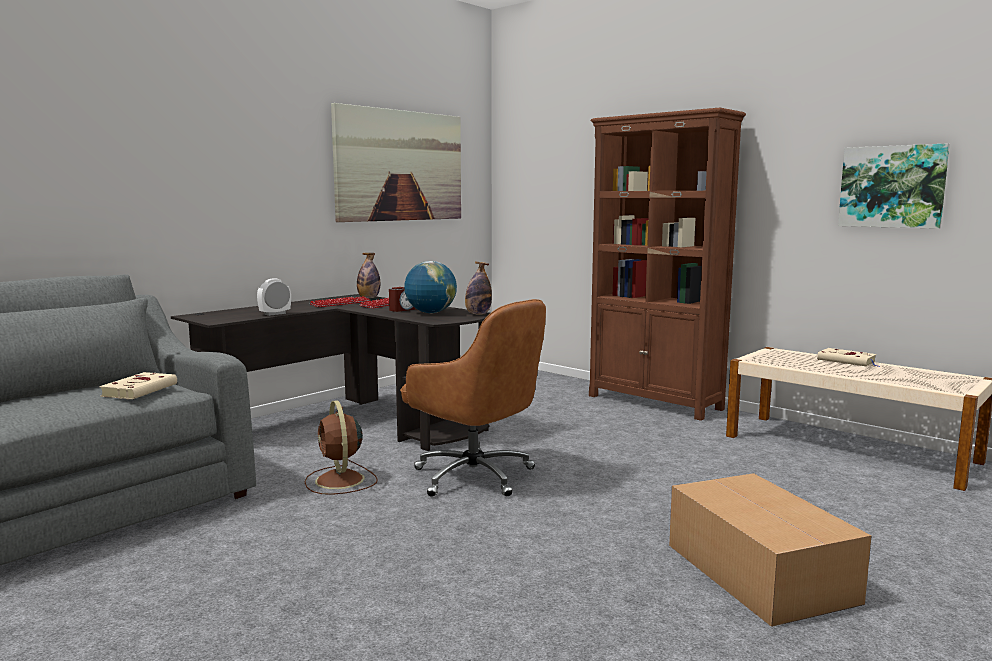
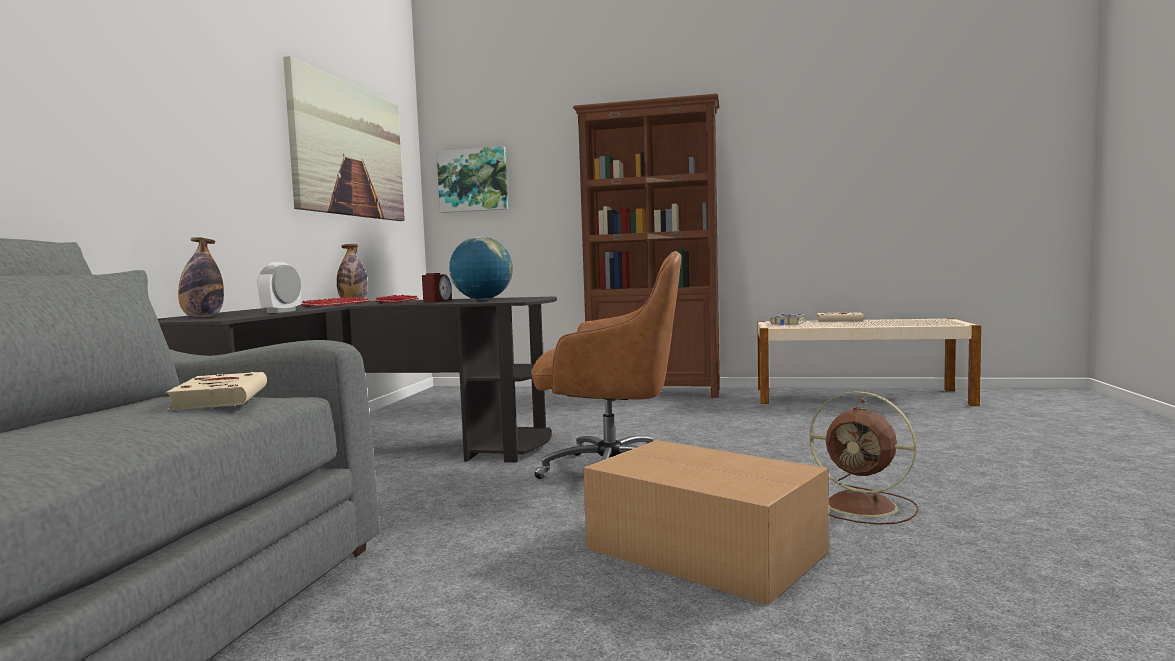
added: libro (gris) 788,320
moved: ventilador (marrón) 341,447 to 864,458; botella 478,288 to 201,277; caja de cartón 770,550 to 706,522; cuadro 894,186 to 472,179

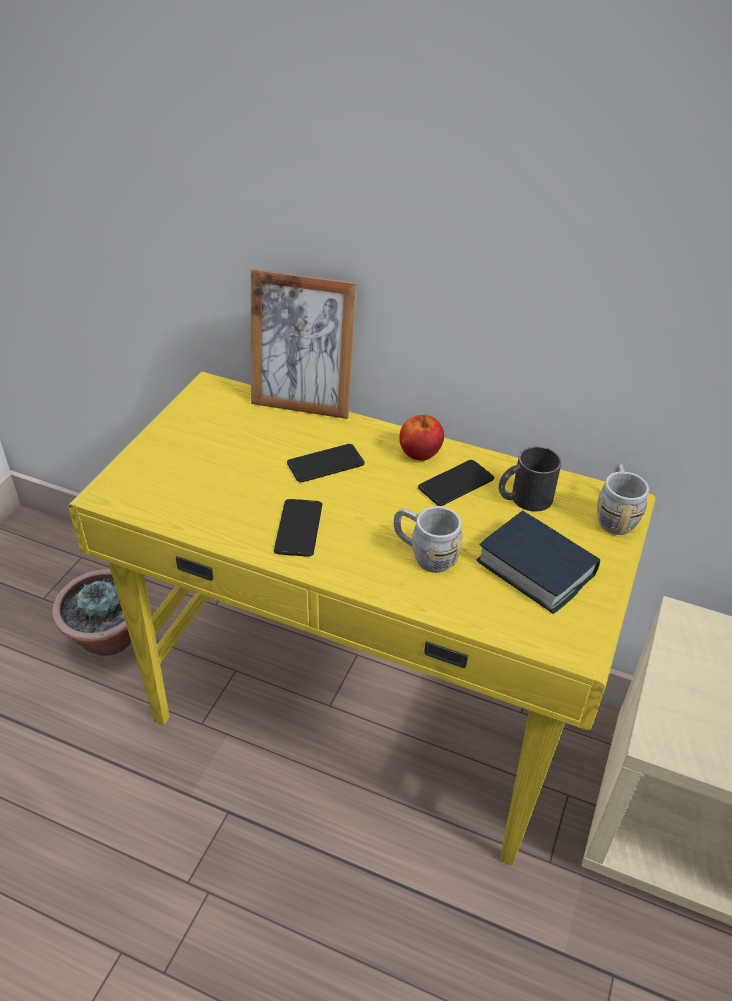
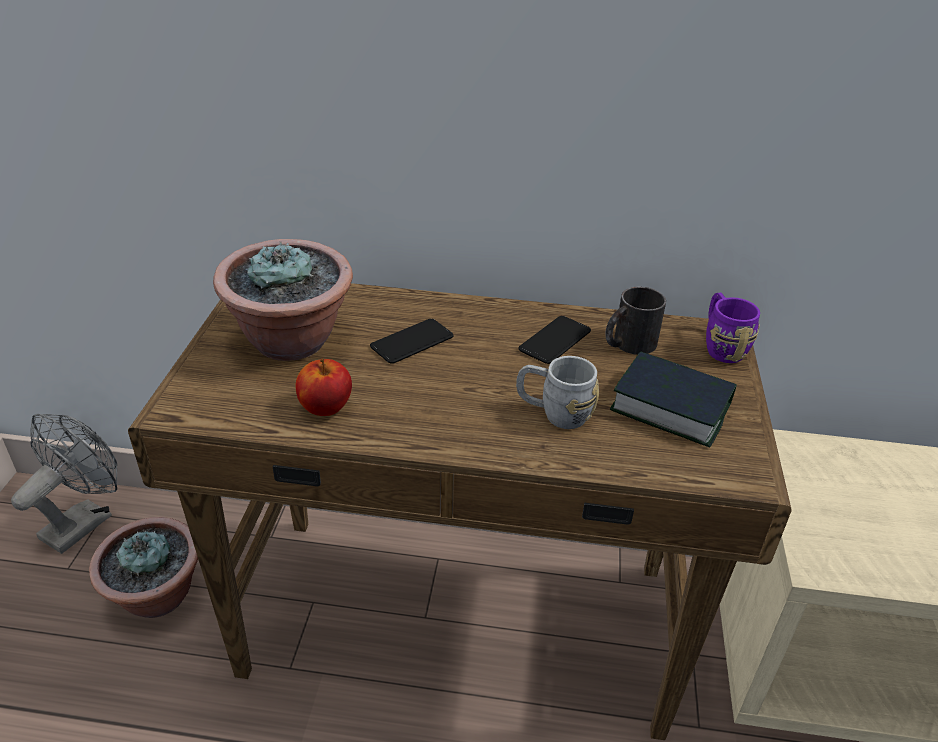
removed: portarretratos 304,344; móvil 298,528
added: ventilador (gris) 64,484; planta en maceta 283,300
moved: manzana 421,438 to 324,387
recoloured: mesa consola (amarillo) 362,619 to mesa consola (marrón) 460,511; taza grande (gris) 623,499 to taza grande (morado) 733,328

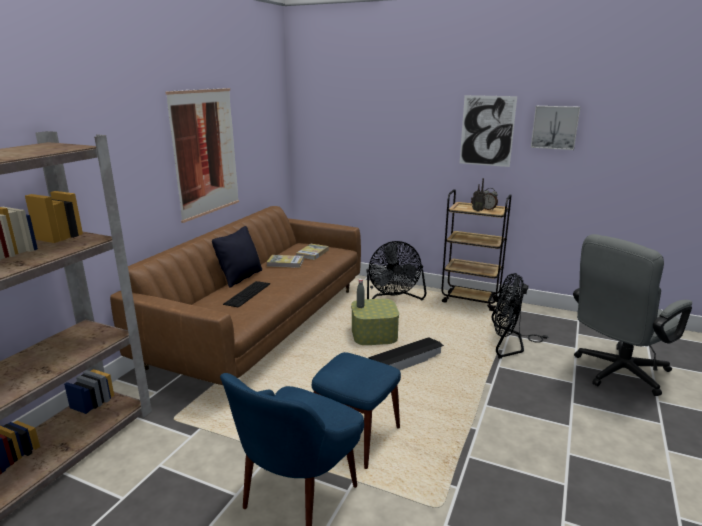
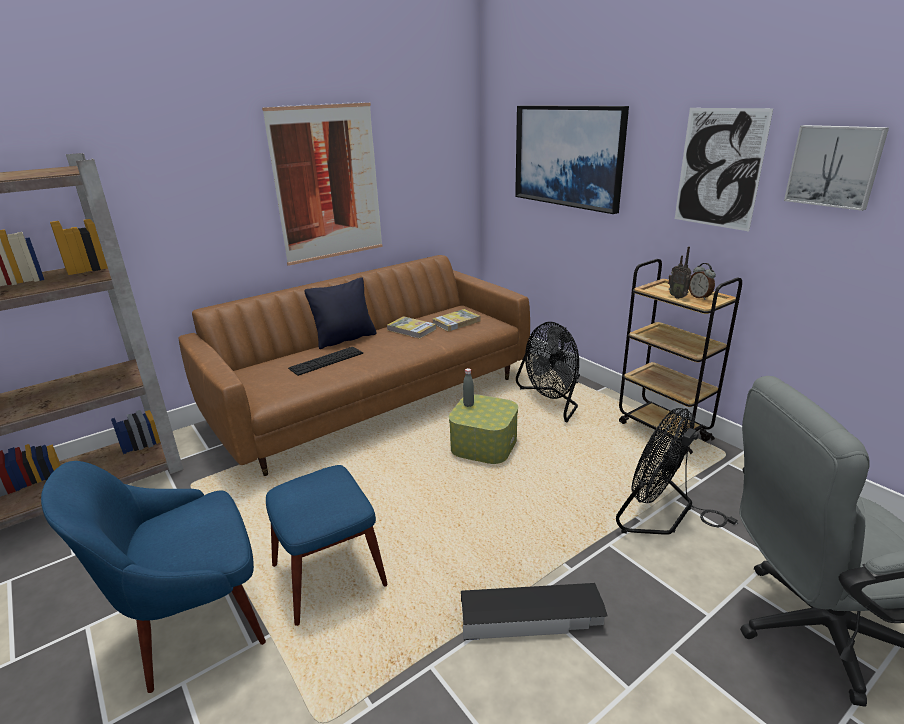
added: cuadro 572,159
moved: caja de almacenaje (negro) 406,354 to 534,611
turned: ventilador (negro) 396,270 = 548,372 45 degrees clockwise

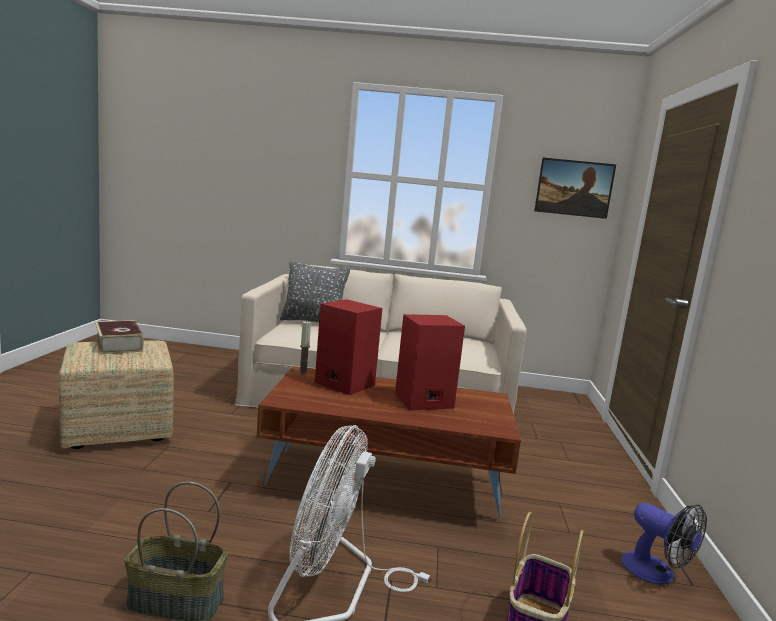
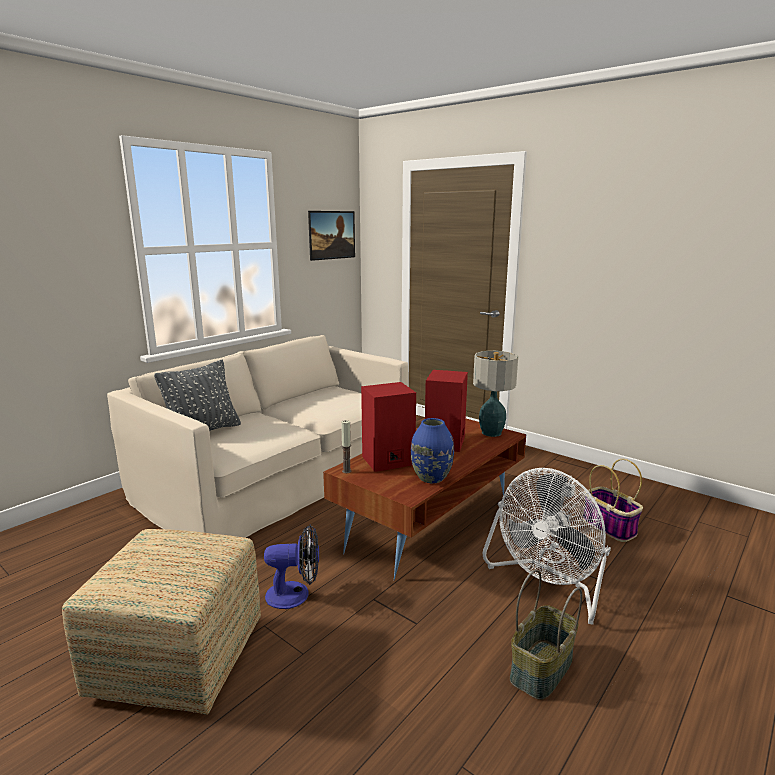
removed: libro 119,337
added: florero (azul) 432,450; lámpara de mesa 495,394
moved: ventilador 664,544 to 291,567

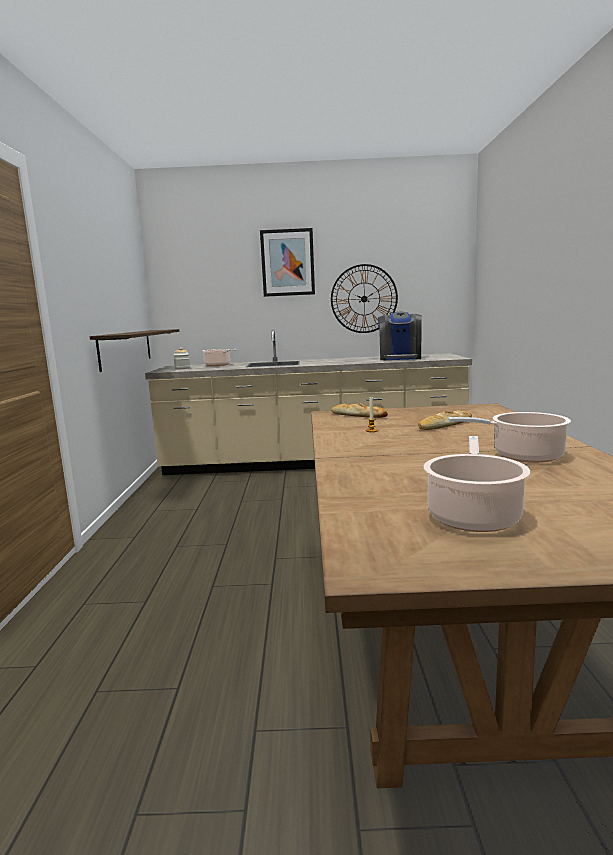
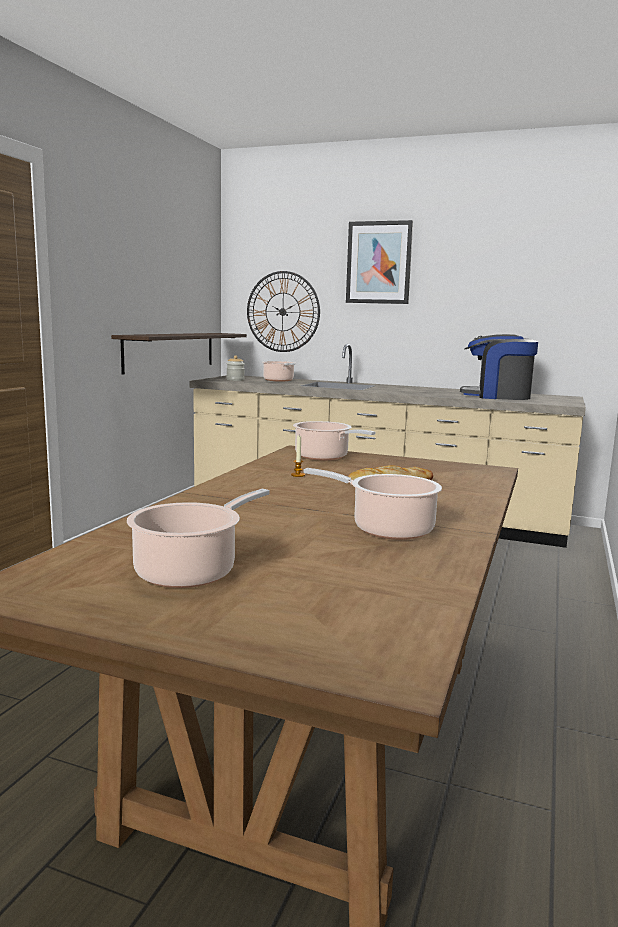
moved: reloj de pared 364,298 to 283,311
replaced: pan 359,411 to olla 334,440
turned: cafetera 400,335 = 499,367 75 degrees clockwise

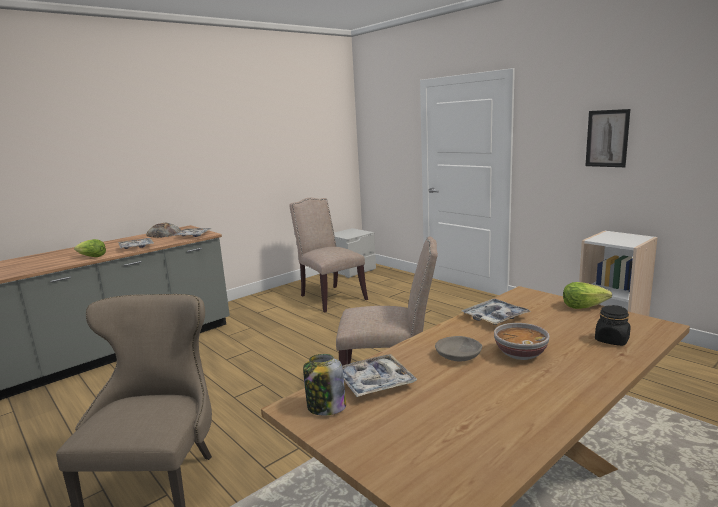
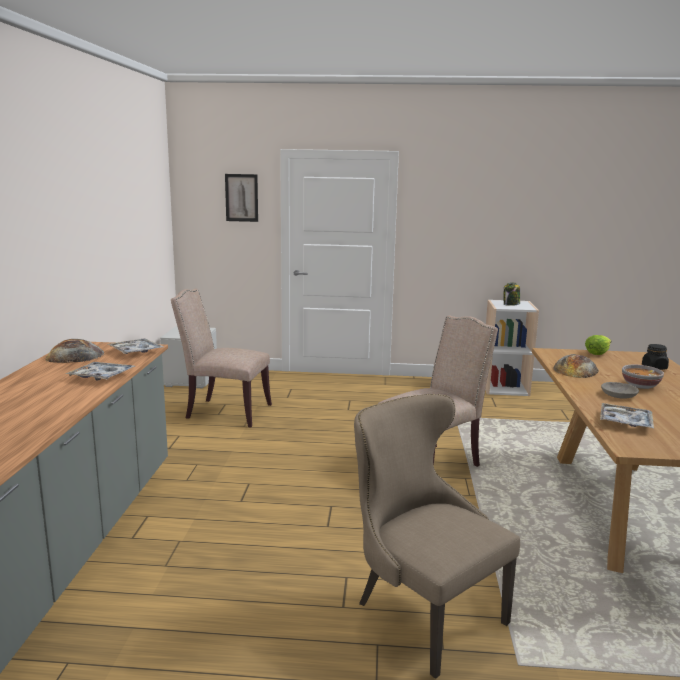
removed: lechuga 90,248
moved: tarro 324,384 to 512,294; cuadro 607,138 to 241,198
replaced: bandeja 496,312 to pan 576,366

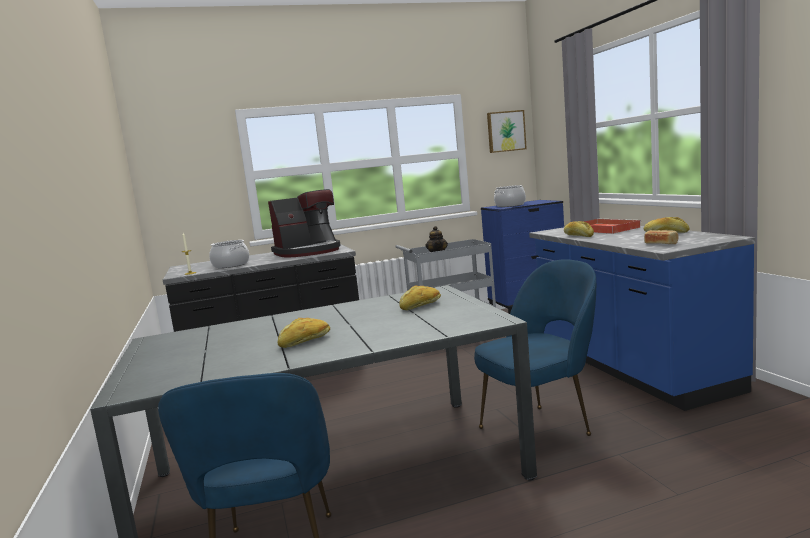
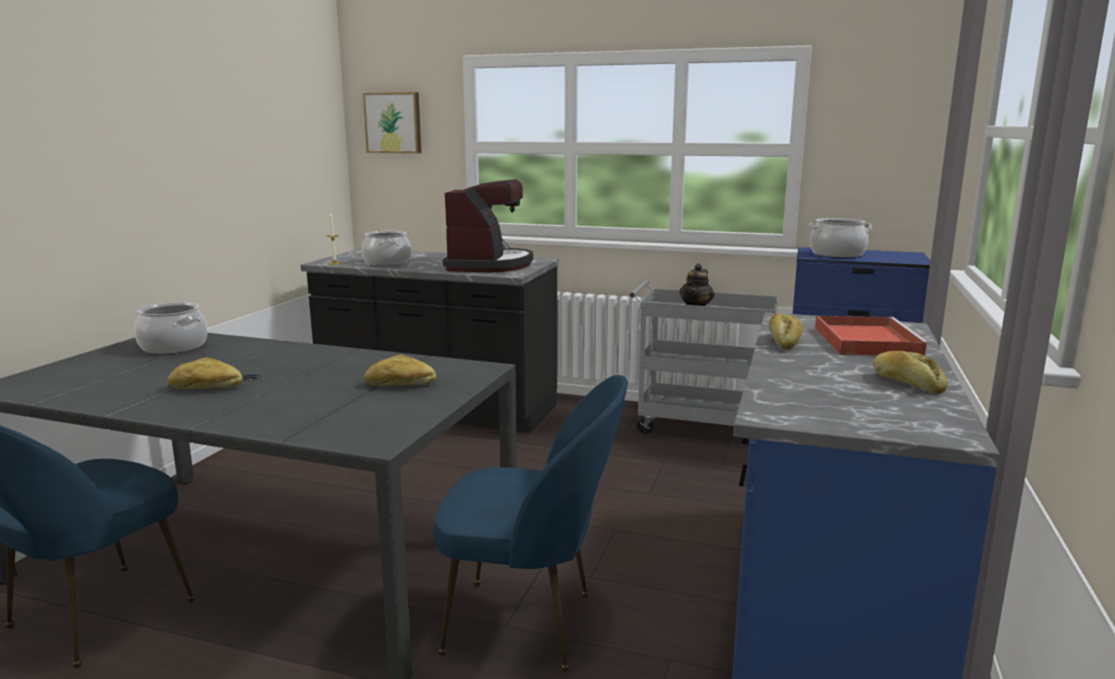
removed: pan 661,237
added: olla 171,328
moved: cuadro 507,131 to 392,122
turned: cafetera 304,223 = 488,226 90 degrees counterclockwise

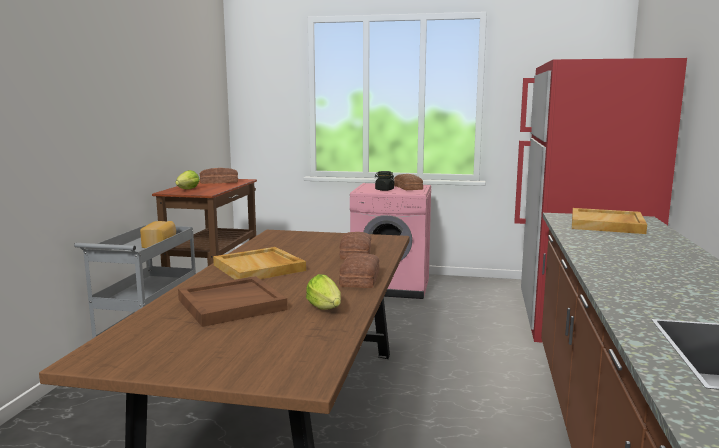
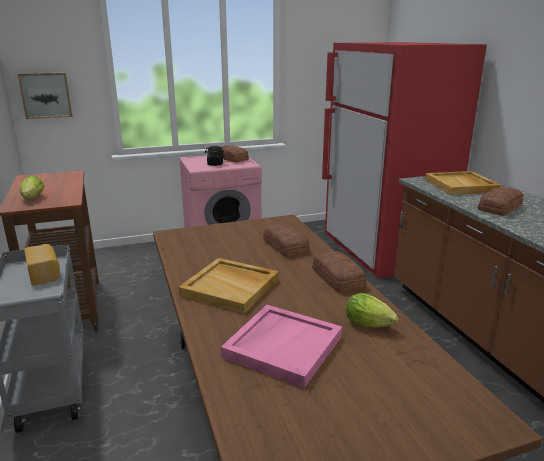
added: cuadro 45,96
moved: pan 218,176 to 500,201
recoloured: bandeja (marrón) 232,301 to bandeja (rosa) 281,346

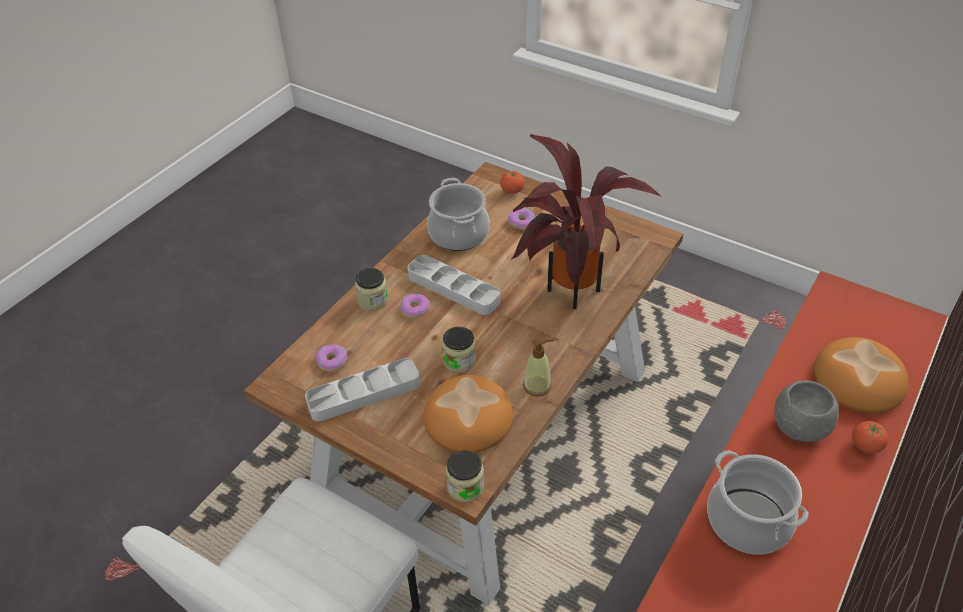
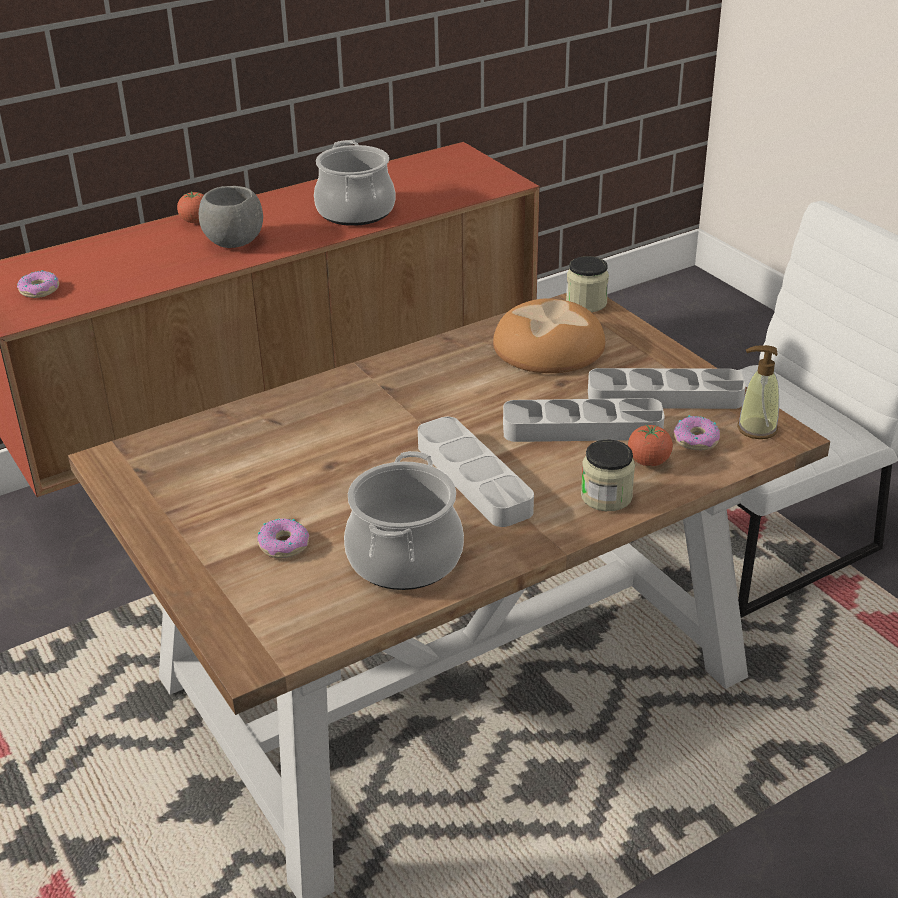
removed: tarro 459,350; planta en maceta 586,221; pan 861,375
added: bandeja (gris) 584,420
moved: rosquilla 415,306 to 38,284; tomate 512,182 to 650,445; dispensador de jabón 538,366 to 758,392

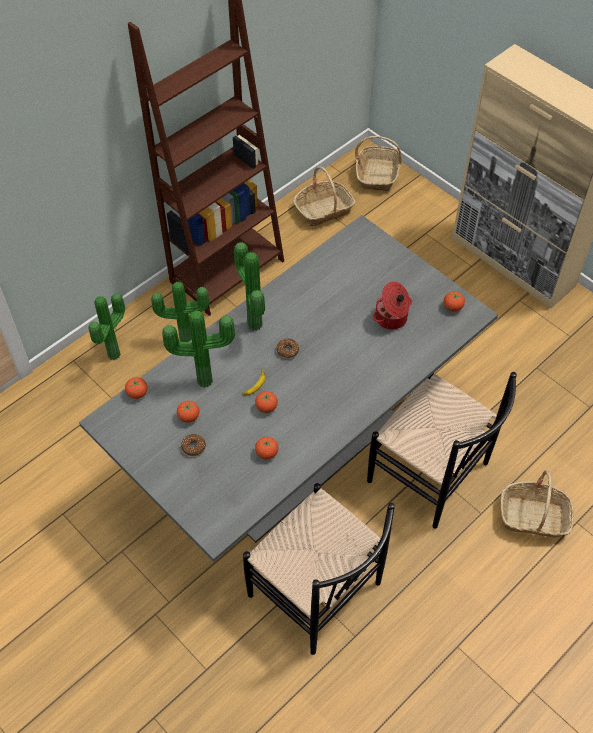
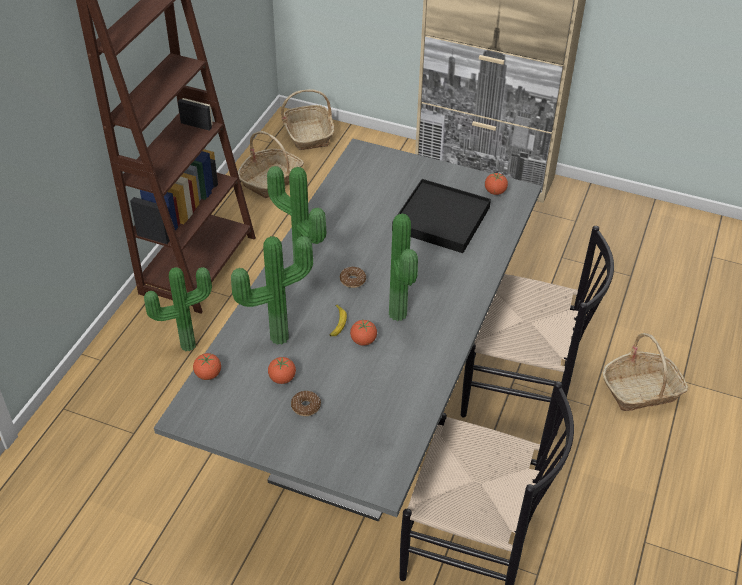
removed: tomate 266,448
moved: planta en maceta 106,326 to 403,267
replaced: olla 392,305 to bandeja (negro) 441,216

